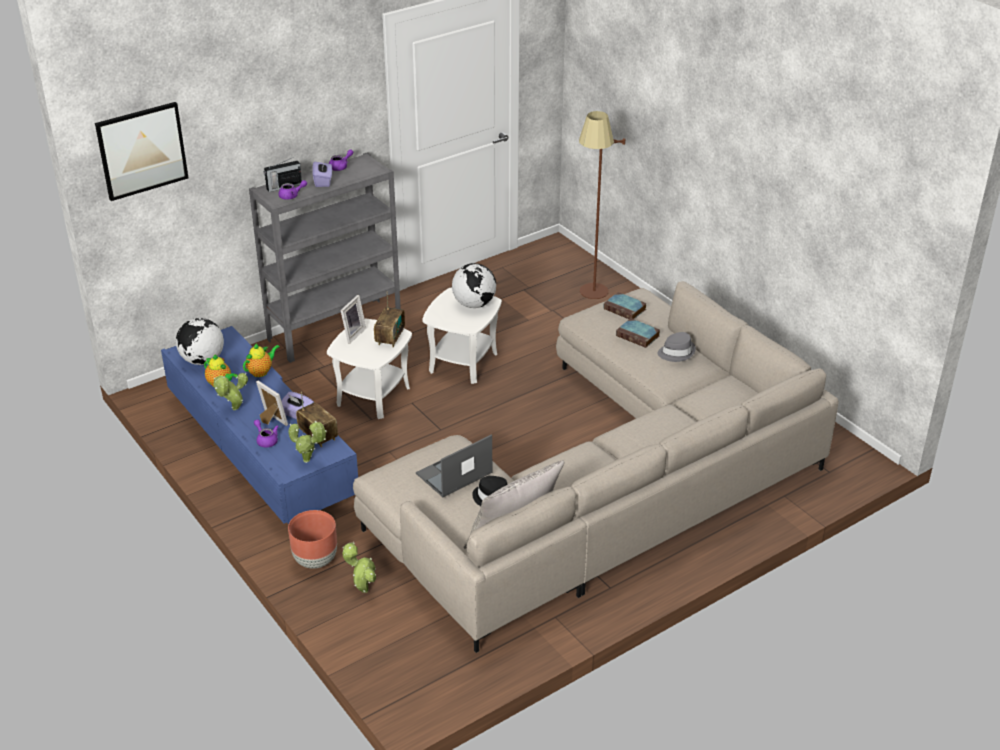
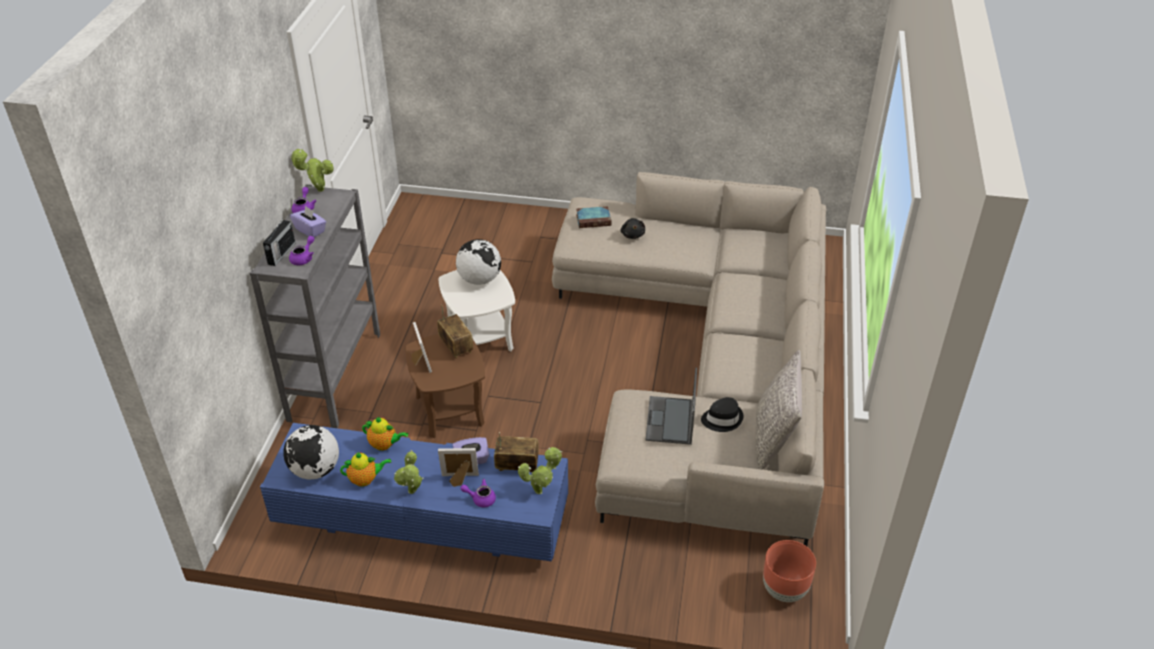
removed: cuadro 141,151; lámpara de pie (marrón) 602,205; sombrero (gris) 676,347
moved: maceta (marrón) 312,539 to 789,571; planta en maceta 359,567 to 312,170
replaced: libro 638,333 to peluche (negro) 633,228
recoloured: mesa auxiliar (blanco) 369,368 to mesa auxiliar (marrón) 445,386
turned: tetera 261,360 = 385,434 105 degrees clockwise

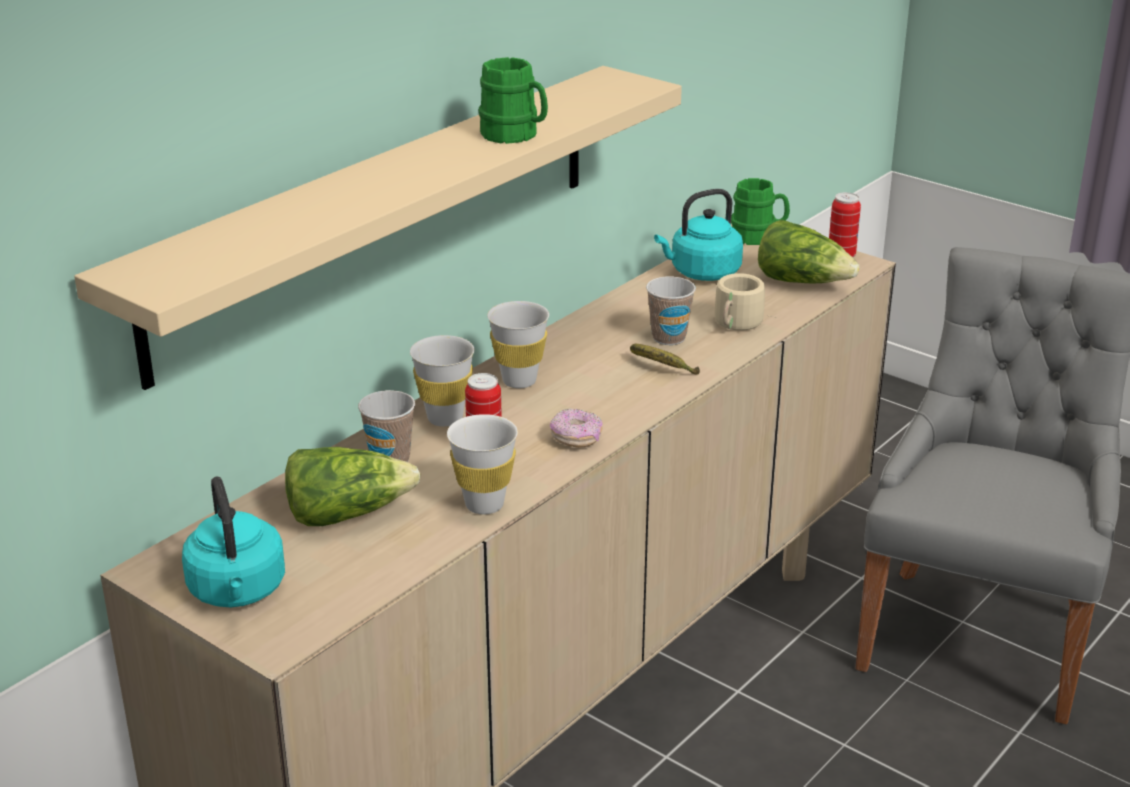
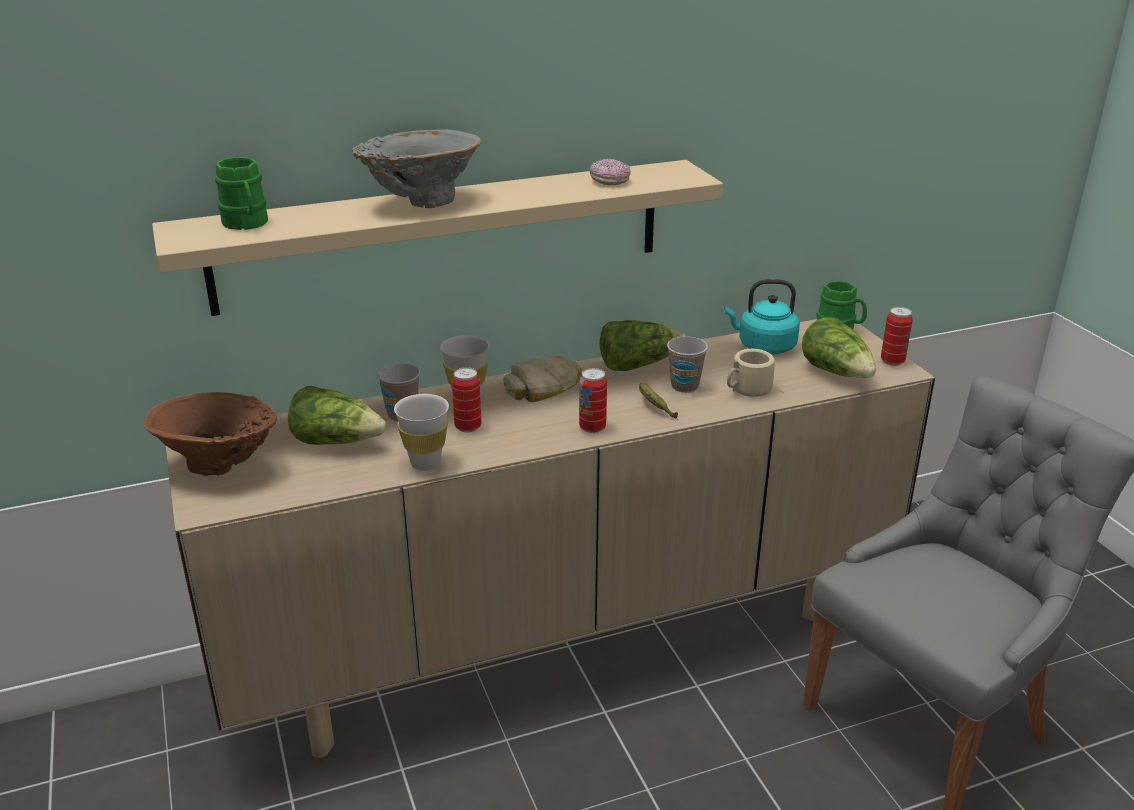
added: florero (gris) 416,168; lata 593,400; lechuga 642,345
moved: taza grande (verde) 513,100 to 241,193; rosquilla 576,428 to 610,171
replaced: hervidor (turquesa) 233,541 to florero (marrón) 210,434; taza (blanco) 518,344 to pan 542,379

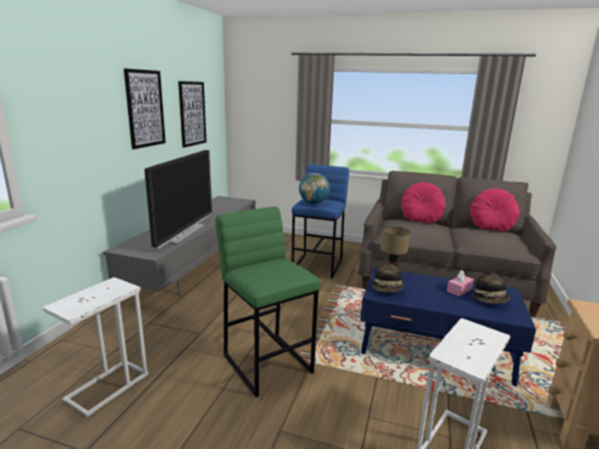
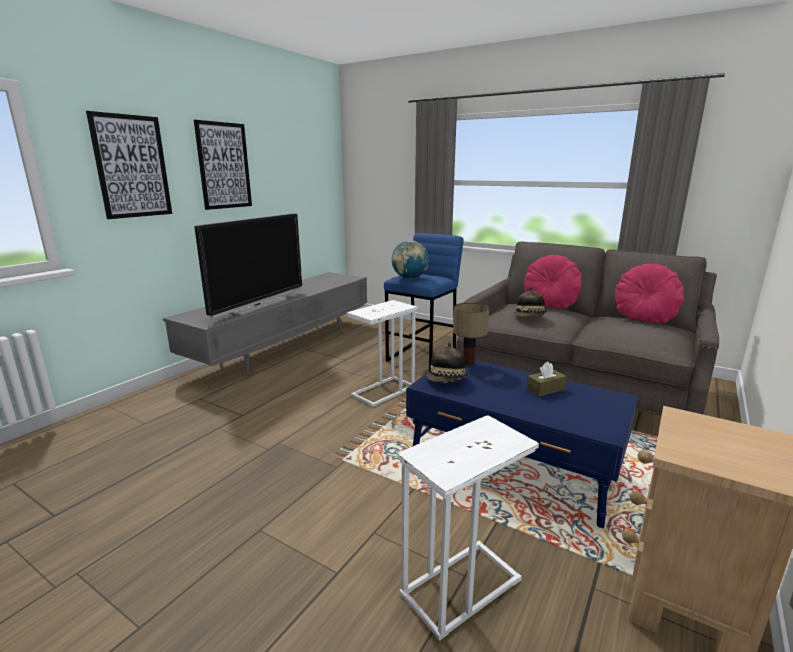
removed: taburete (verde) 267,302
moved: mesa auxiliar (blanco) 95,347 to 382,353; cuadro 192,114 to 129,165; sombrero 491,287 to 531,302
recoloured: caja de pañuelos (rosa) 460,283 to caja de pañuelos (marrón) 546,379

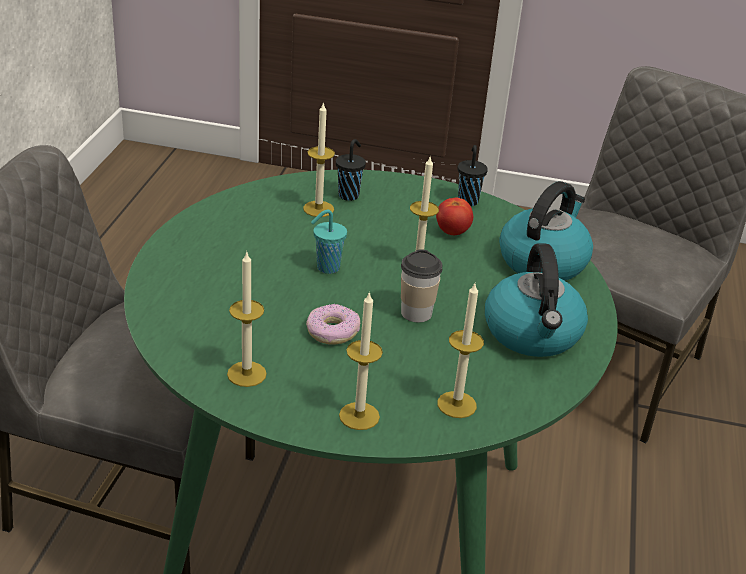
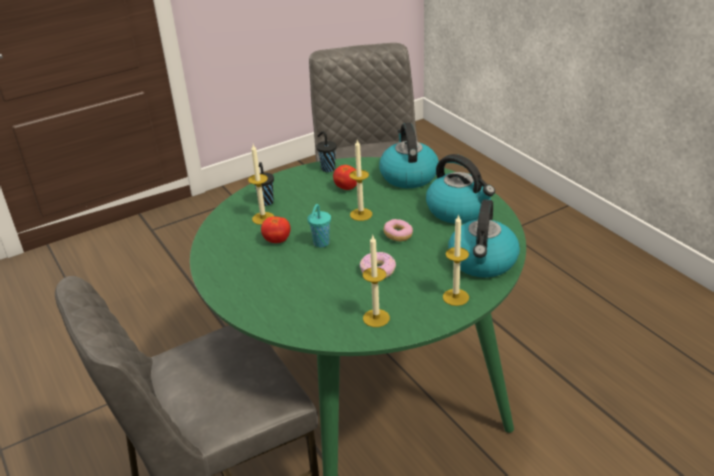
added: tomate 276,229
replaced: taza 421,285 to rosquilla 398,230; vela 460,351 to hervidor 484,238

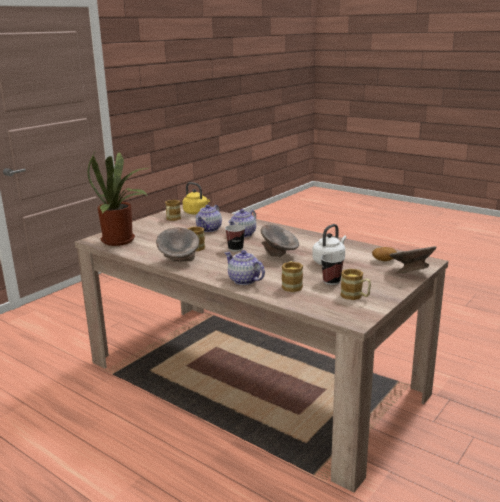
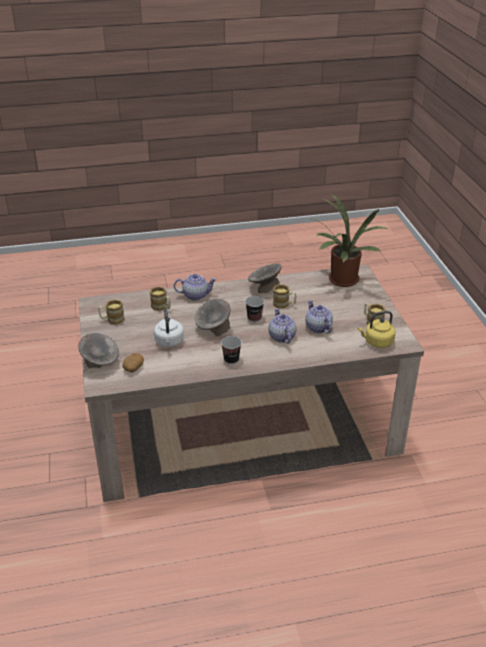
moved: taza 332,269 to 231,350

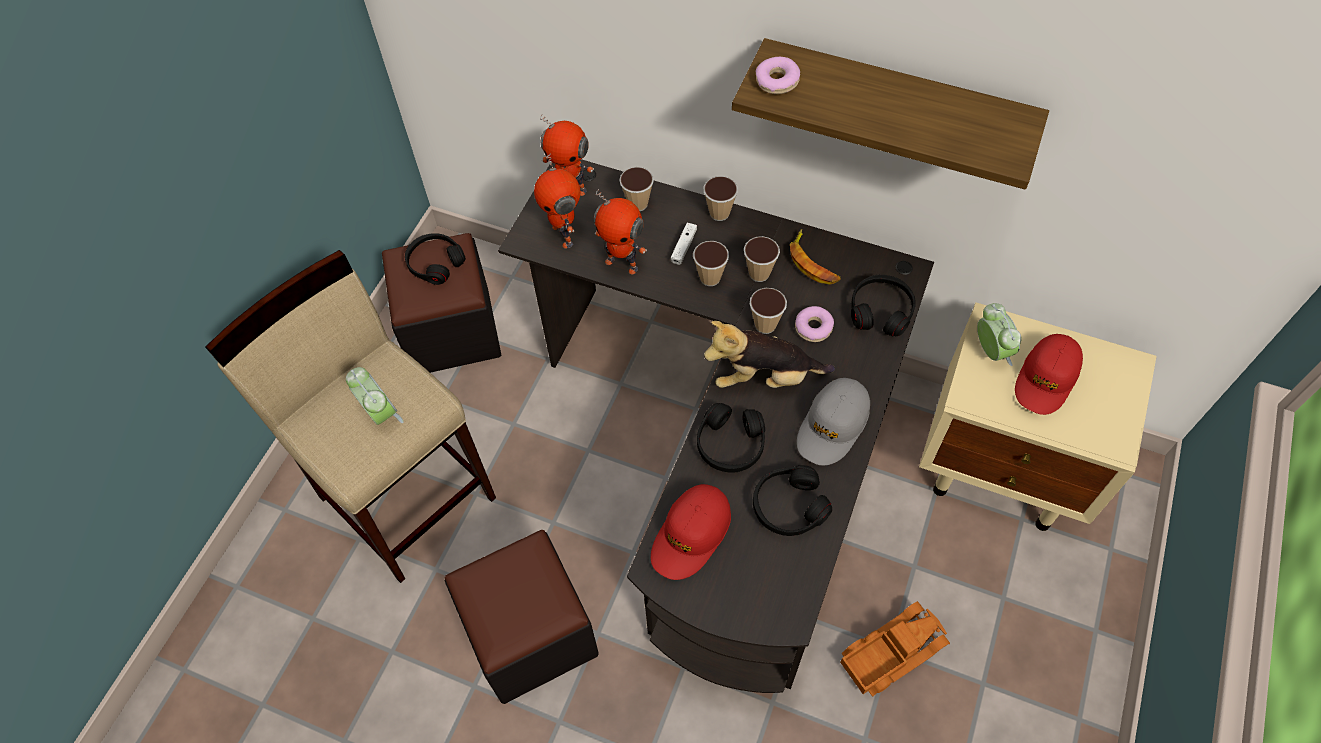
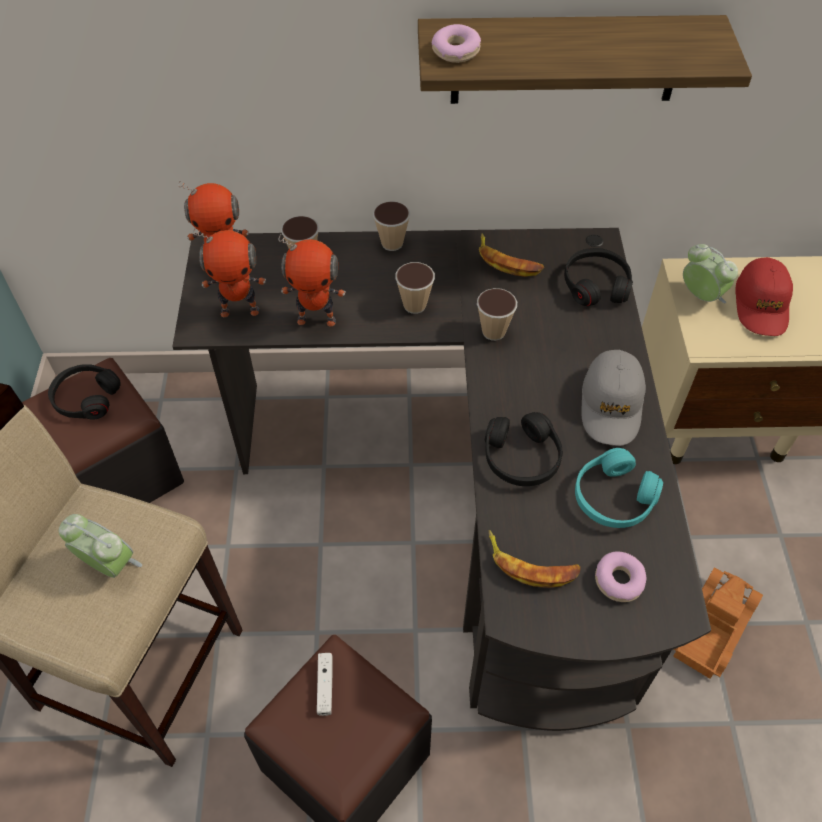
removed: peluche 769,354; taza 762,259
moved: mando de consola (blanco) 684,244 to 325,684; rosquilla 814,324 to 620,576
replaced: gorra (rojo) 691,532 to plátano 535,559
recoloured: auriculares (negro) 792,500 to auriculares (turquesa) 619,488
turned: robot de juguete 557,201 = 230,272 45 degrees counterclockwise

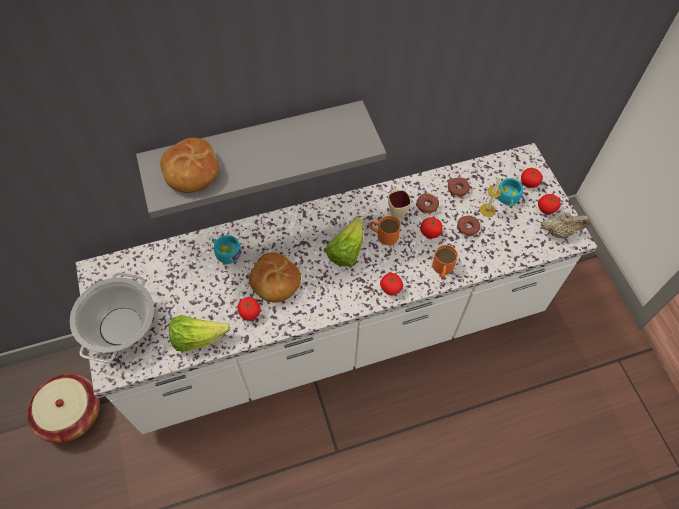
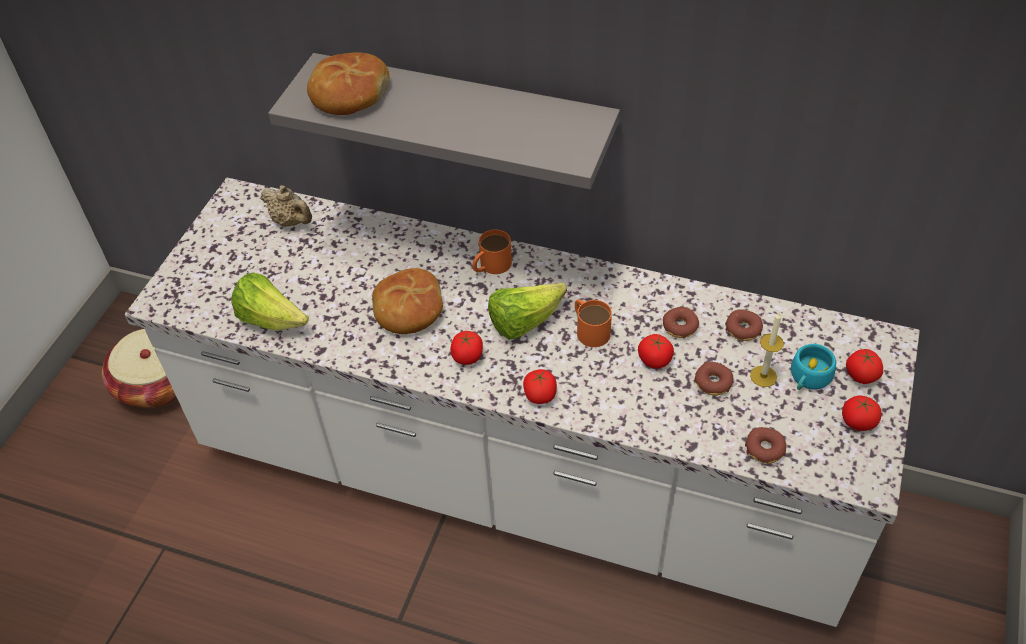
removed: olla 112,318; taza (turquesa) 226,249; taza grande (beis) 399,203
added: rosquilla 765,445
moved: tomate 249,309 to 466,348; taza grande (naranja) 445,262 to 492,251; tetera (beis) 565,225 to 286,206

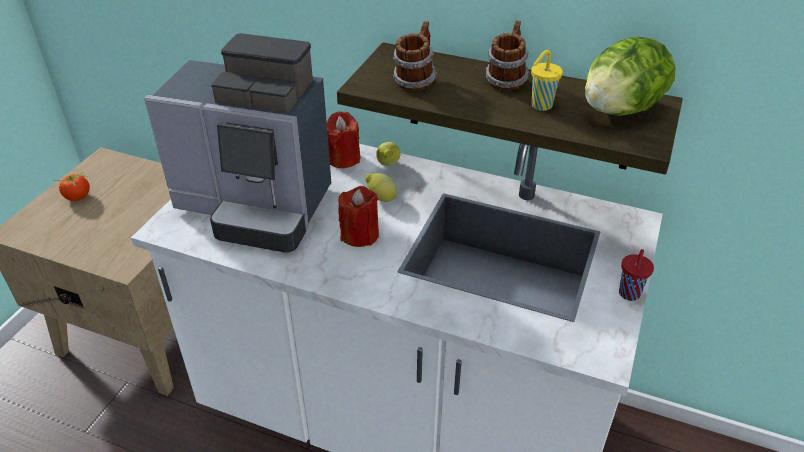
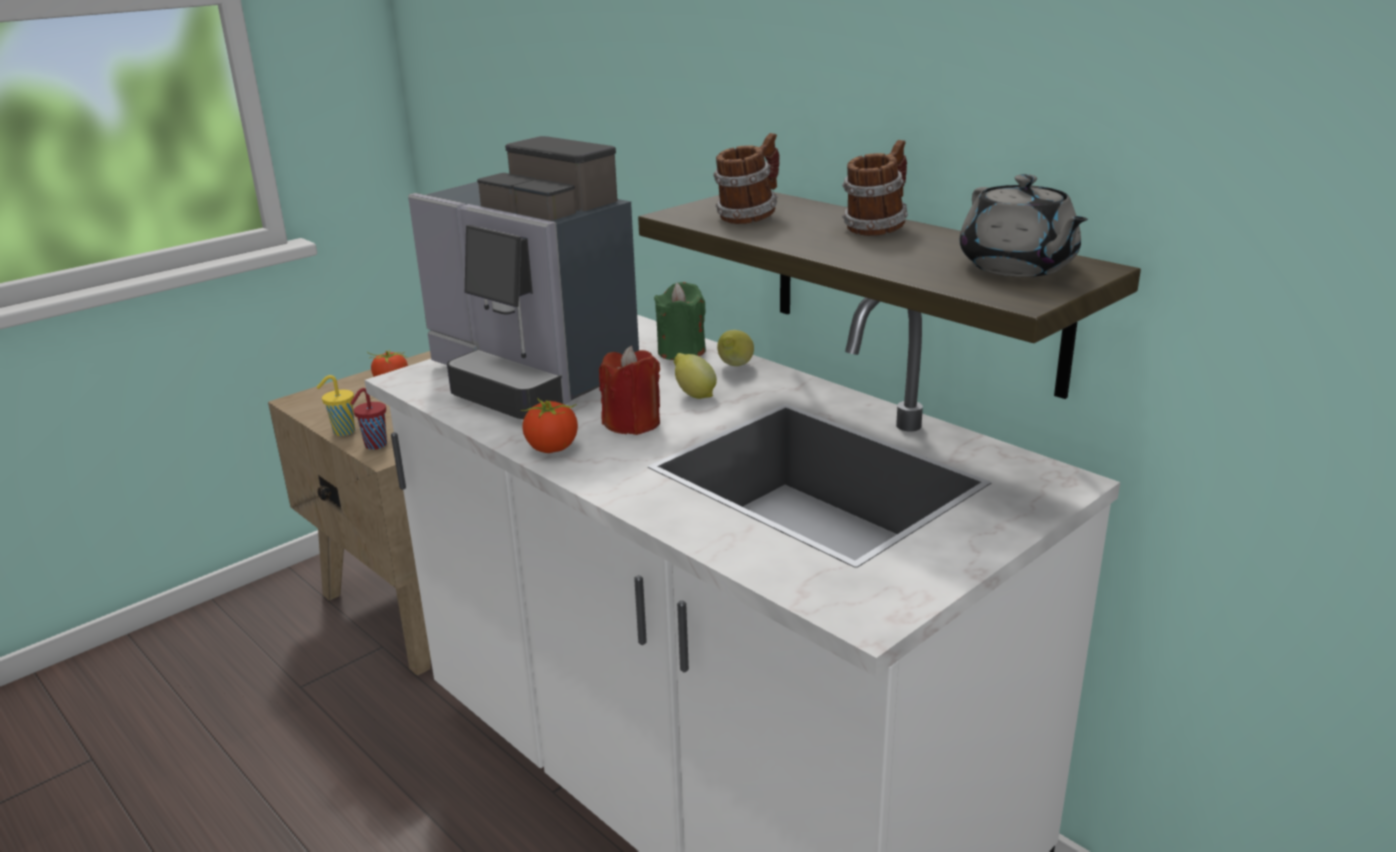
added: tomate 549,425
moved: taza (amarillo) 547,80 to 336,405; taza (rojo) 636,275 to 368,419
replaced: lechuga 630,76 to tetera (gris) 1023,225
recoloured: vela (rojo) 343,139 to vela (verde) 680,321

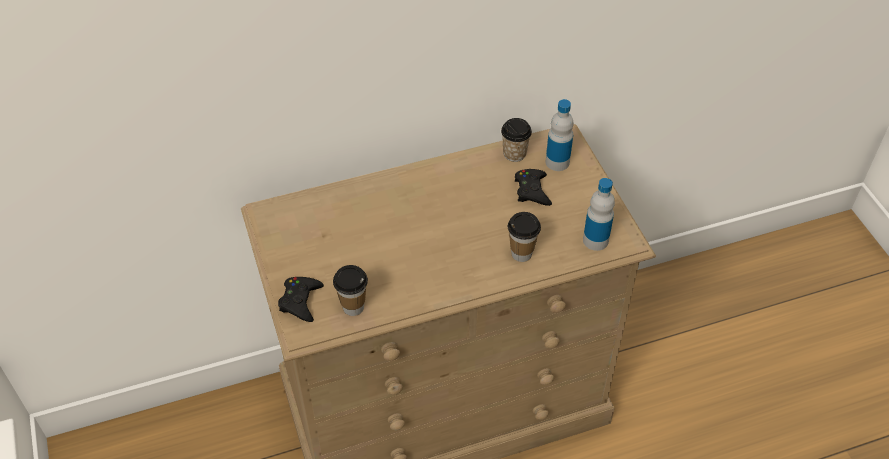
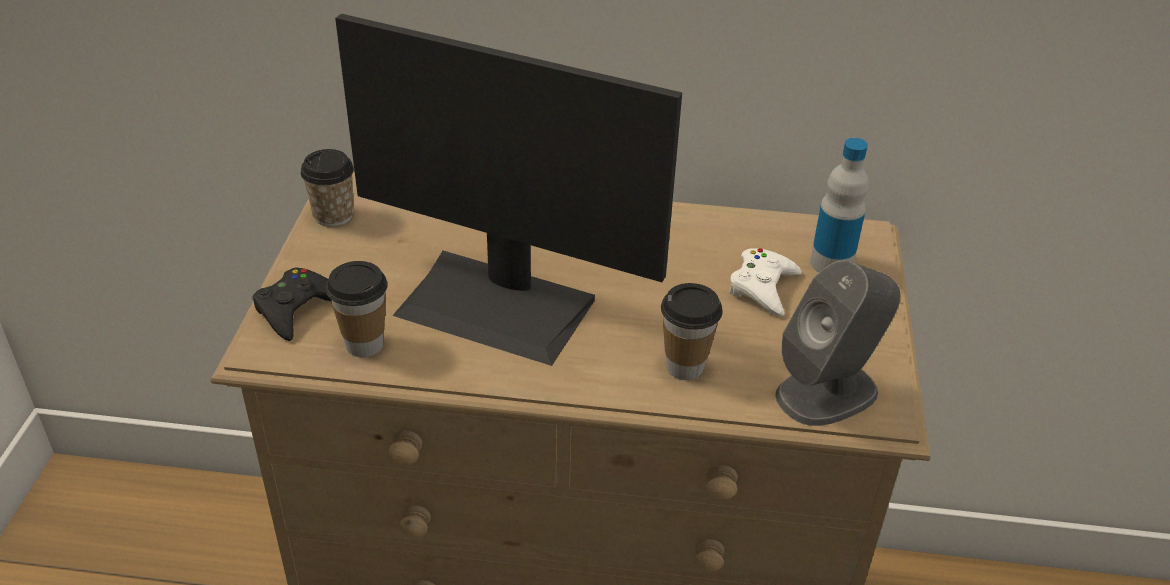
added: monitor 508,190
moved: taza 516,140 to 327,188
replaced: botella 599,214 to altavoz (gris) 838,343
recoloured: mando de consola (negro) 533,187 to mando de consola (blanco) 765,282

